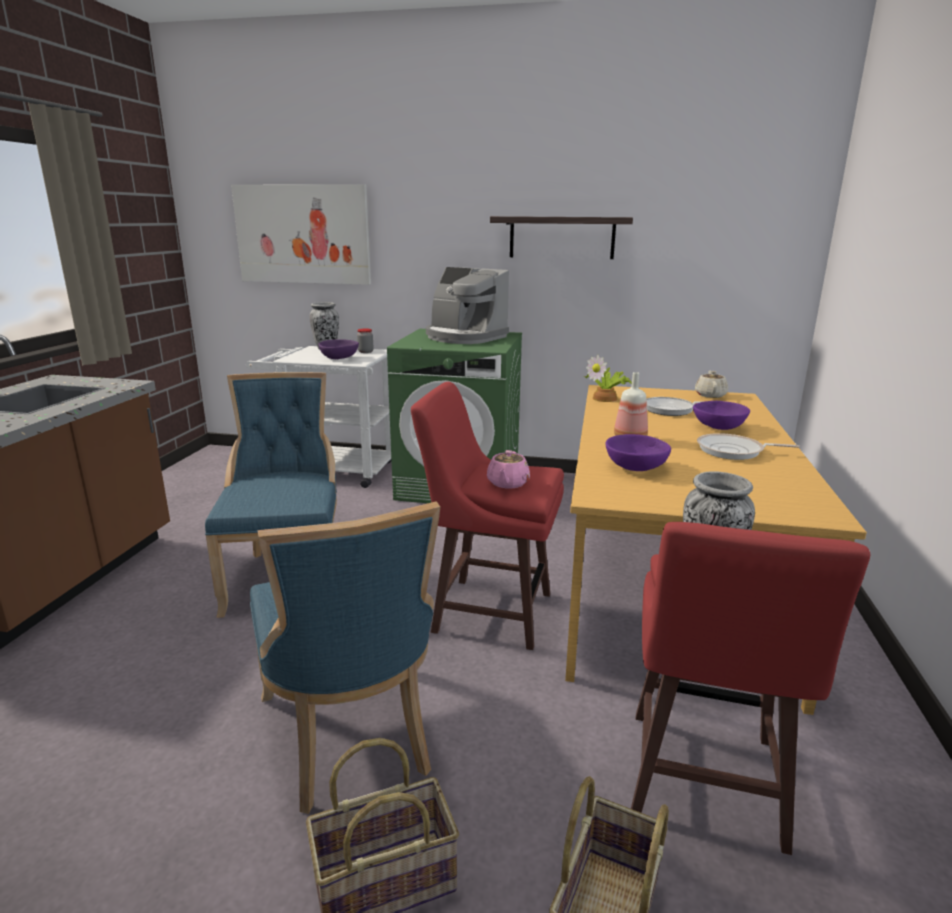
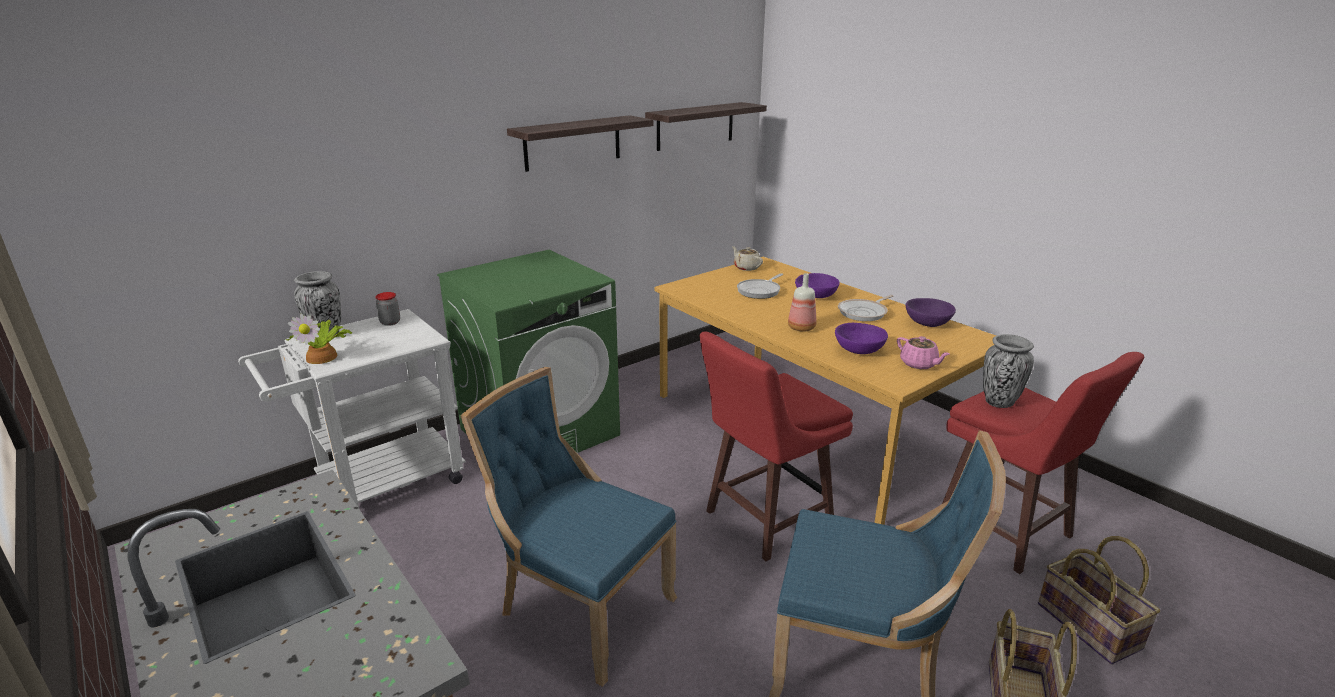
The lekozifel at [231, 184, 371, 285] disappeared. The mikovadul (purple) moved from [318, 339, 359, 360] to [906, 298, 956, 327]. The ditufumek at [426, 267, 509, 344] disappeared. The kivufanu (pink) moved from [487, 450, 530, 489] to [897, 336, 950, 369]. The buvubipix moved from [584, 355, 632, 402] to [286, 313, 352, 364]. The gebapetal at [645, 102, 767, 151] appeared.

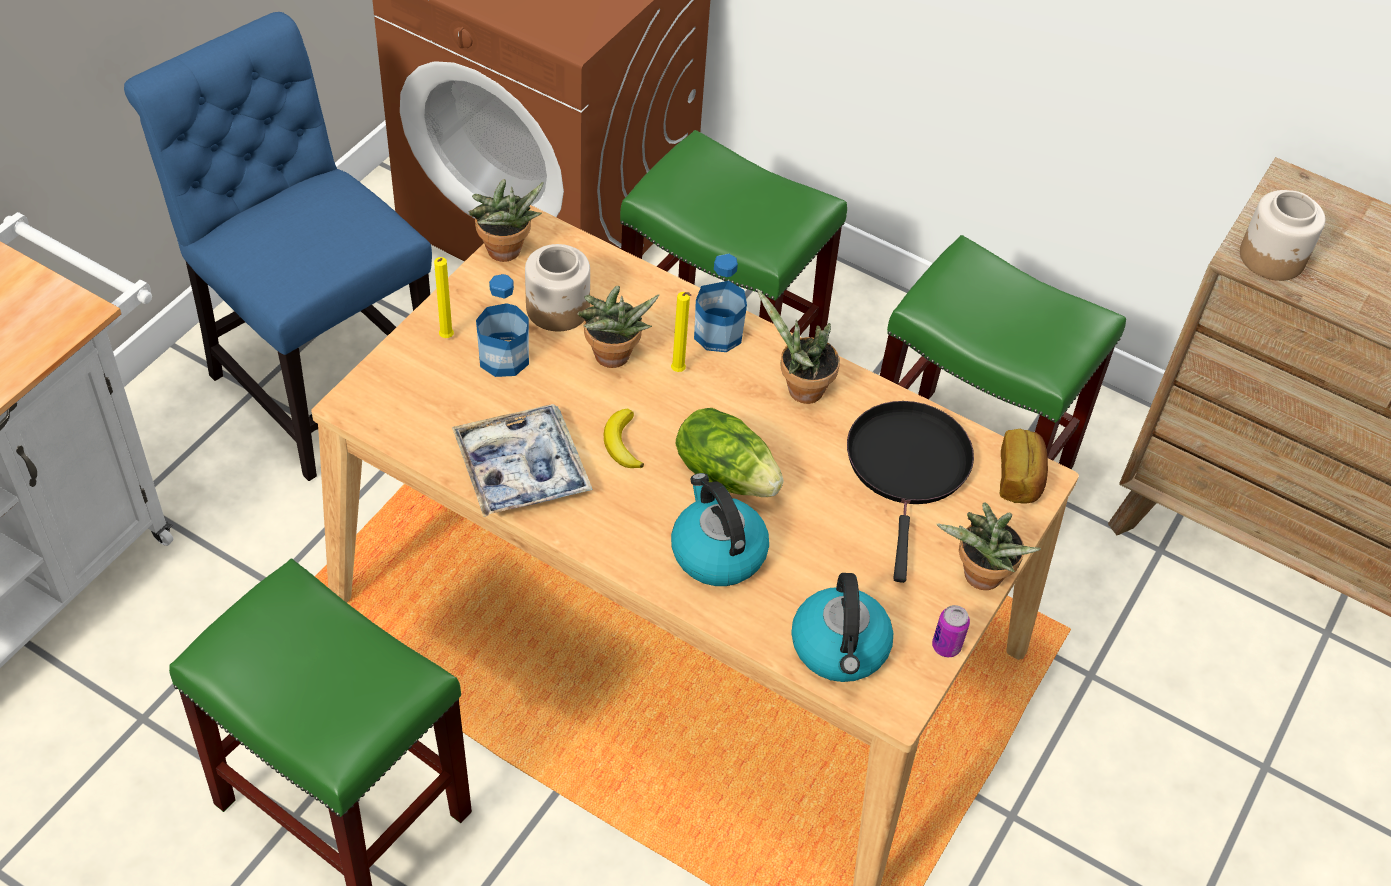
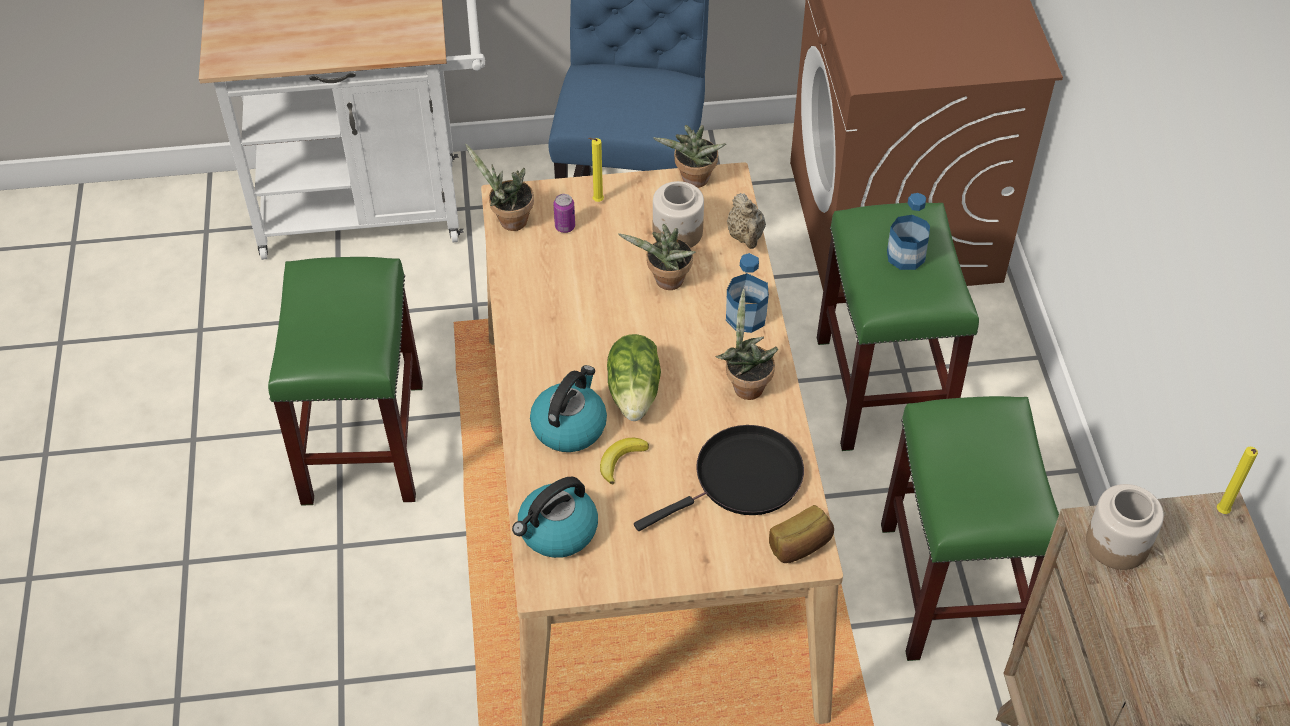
The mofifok at [452, 404, 593, 517] disappeared. The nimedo moved from [476, 274, 529, 377] to [887, 193, 930, 270]. The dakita moved from [604, 408, 644, 468] to [600, 438, 649, 484]. The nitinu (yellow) moved from [671, 292, 692, 372] to [1217, 447, 1258, 514]. The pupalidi moved from [932, 605, 970, 657] to [554, 194, 575, 233]. The buvubipix moved from [937, 502, 1041, 590] to [465, 143, 534, 231]. The kivufanu (beige) at [727, 193, 766, 249] appeared.

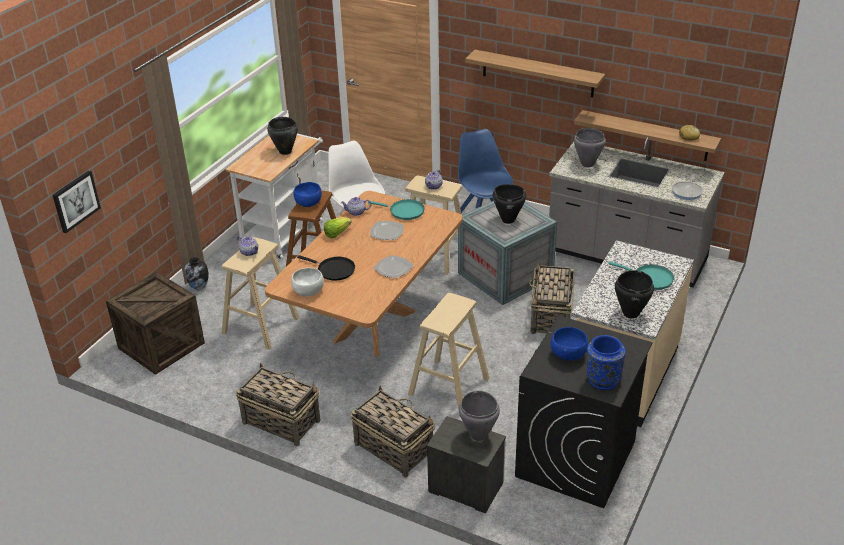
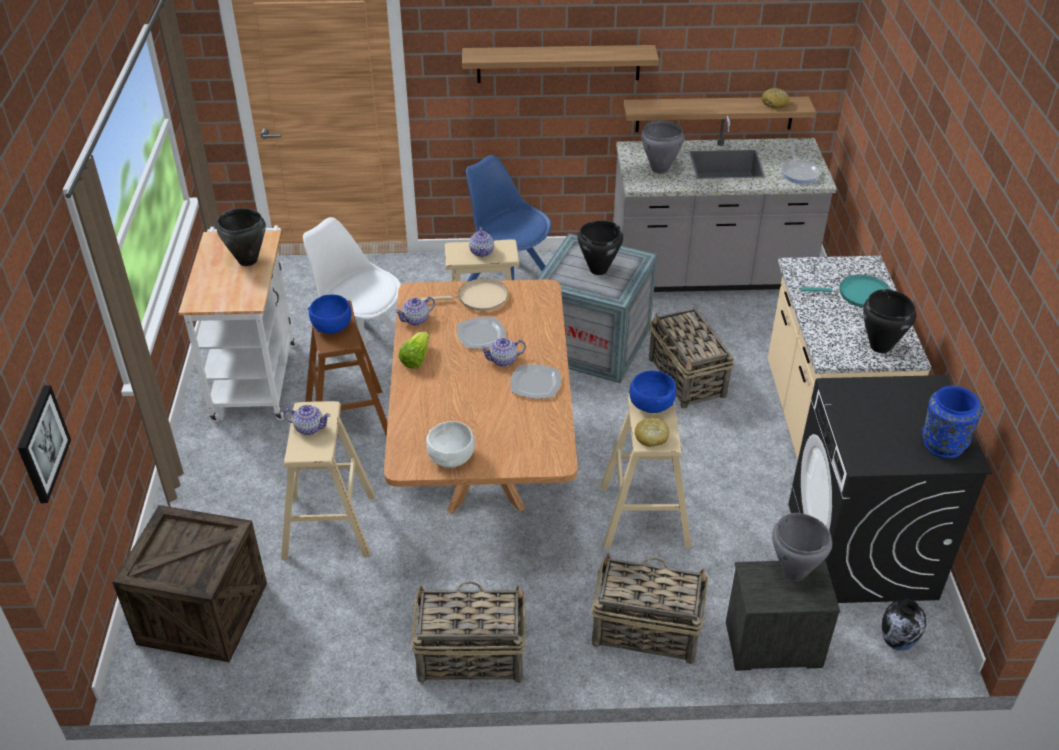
The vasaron moved from [184, 257, 209, 290] to [882, 599, 926, 651]. The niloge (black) at [297, 255, 355, 280] disappeared. The niloge (turquoise) at [368, 199, 425, 220] became the niloge (beige) at [421, 278, 508, 311]. The mikovadul (blue) moved from [550, 327, 588, 361] to [629, 371, 677, 413]. The kivufanu at [480, 338, 526, 367] appeared. The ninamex at [635, 417, 669, 447] appeared.

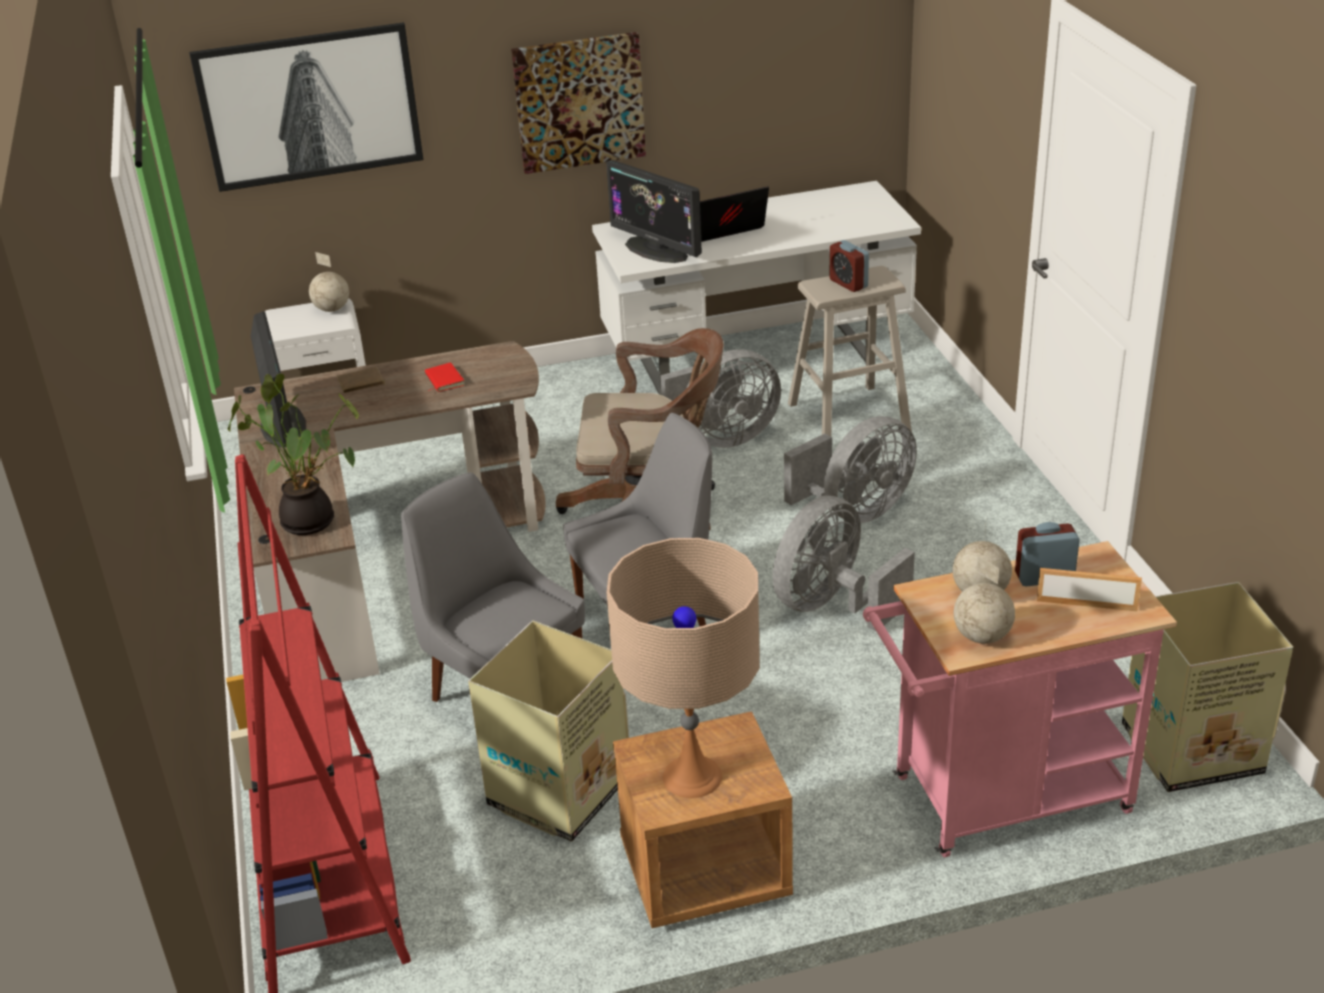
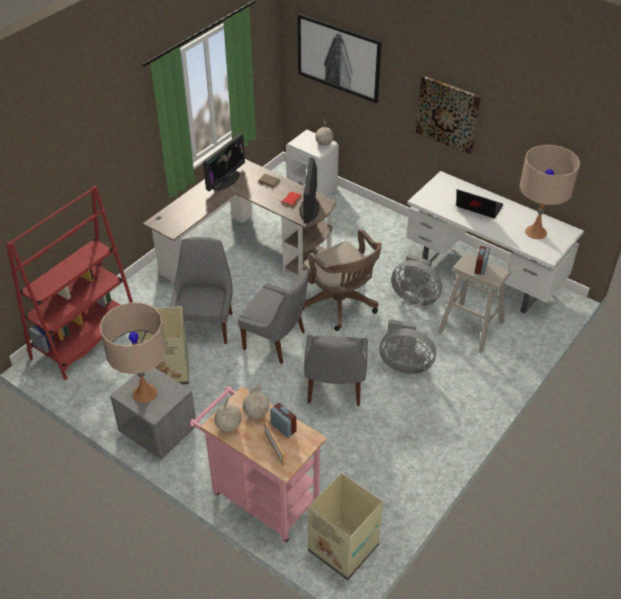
The buvubipix at [227, 374, 359, 535] disappeared. The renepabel moved from [606, 160, 702, 263] to [299, 157, 319, 223]. The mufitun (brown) at [613, 711, 793, 928] became the mufitun (grey) at [110, 368, 196, 459]. The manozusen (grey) at [772, 495, 915, 631] was replaced by the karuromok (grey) at [304, 335, 368, 406]. The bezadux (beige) at [519, 145, 580, 239] appeared.

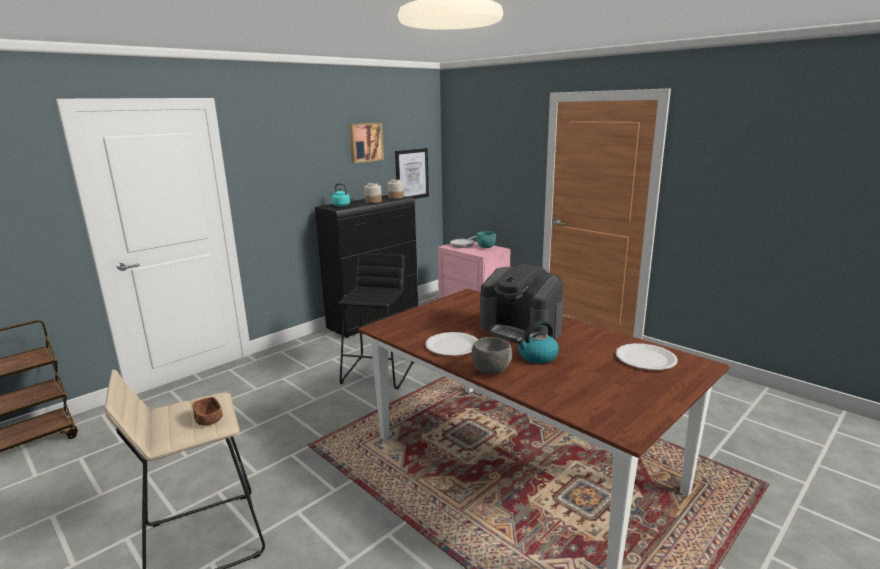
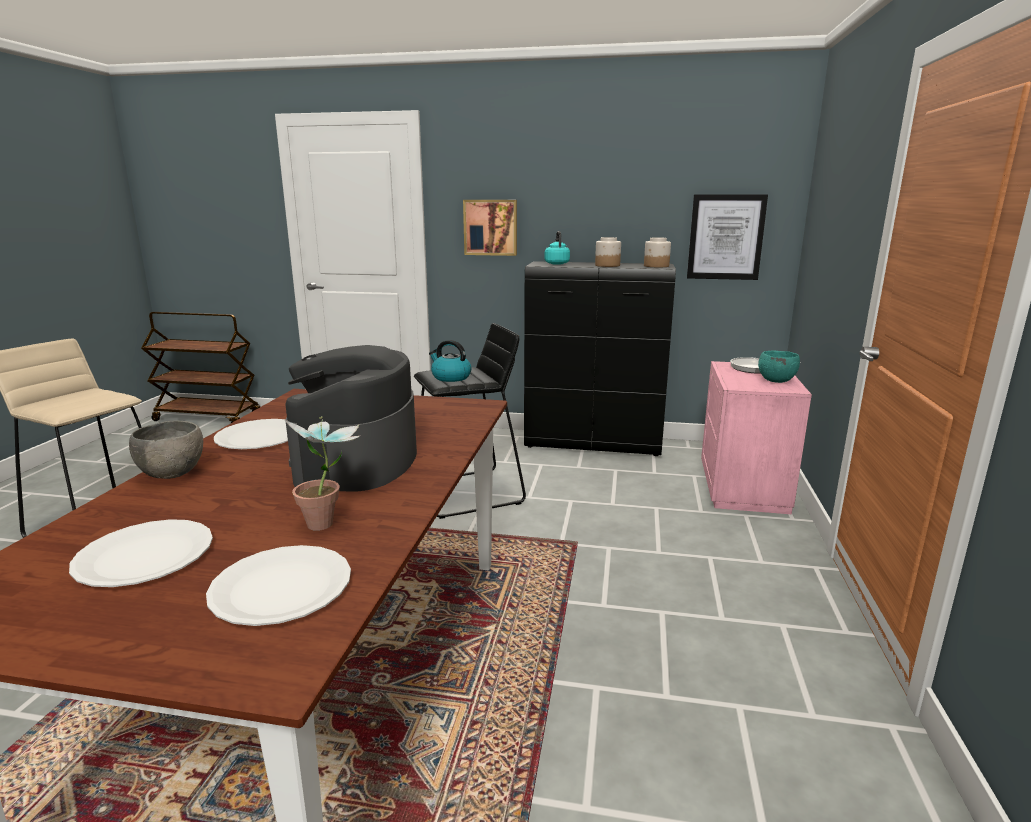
The mikovadul (brown) at [192, 397, 223, 425] disappeared. The lekozifel moved from [349, 123, 384, 163] to [463, 200, 517, 256]. The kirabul moved from [516, 320, 559, 364] to [429, 340, 472, 382]. The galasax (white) at [69, 519, 213, 587] appeared. The buvubipix at [285, 416, 361, 531] appeared.

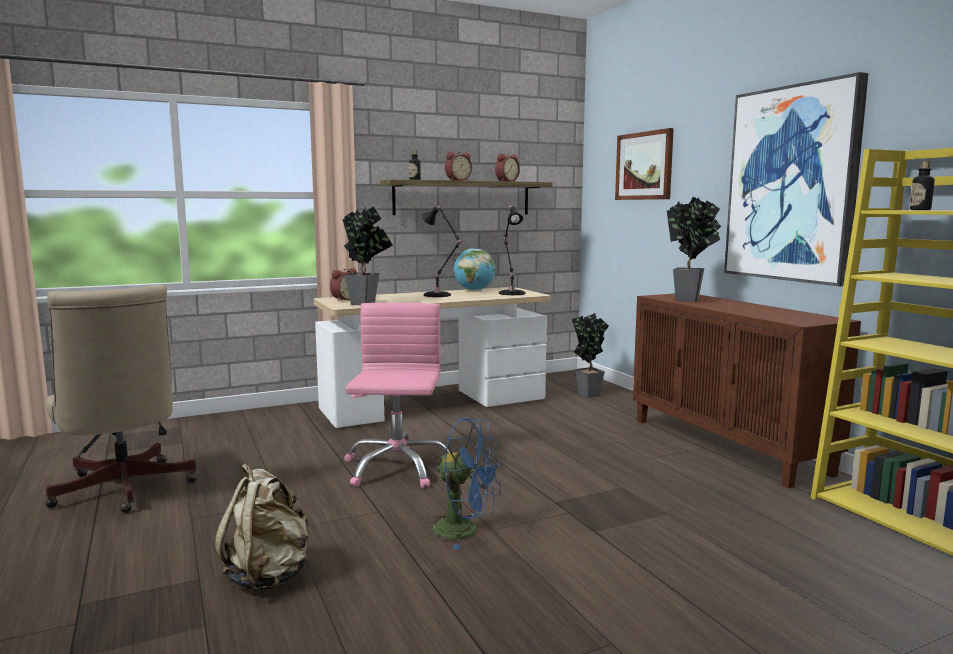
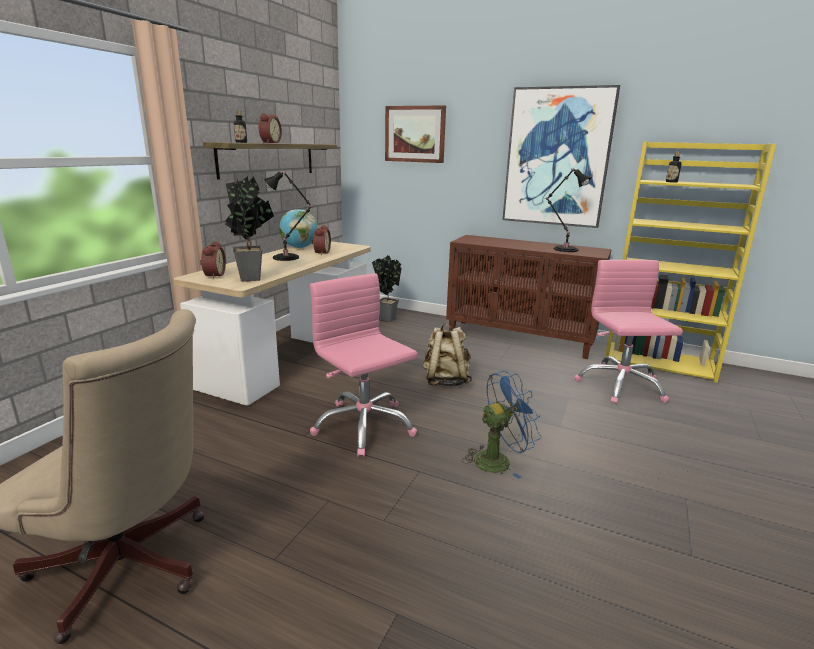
The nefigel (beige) moved from [214, 463, 310, 590] to [423, 323, 472, 387]. The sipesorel moved from [495, 154, 520, 181] to [312, 225, 331, 255]. The bezadux (black) moved from [499, 206, 525, 295] to [544, 168, 592, 252]. The buvubipix at [667, 197, 721, 302] disappeared. The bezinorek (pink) at [574, 260, 683, 404] appeared.

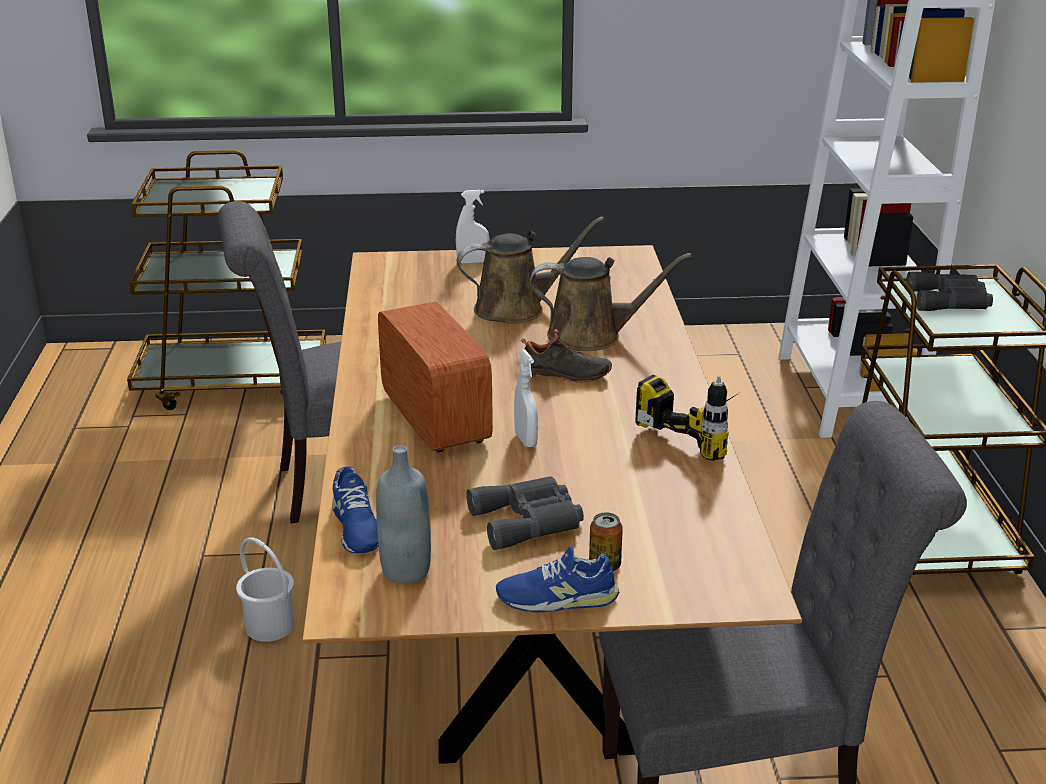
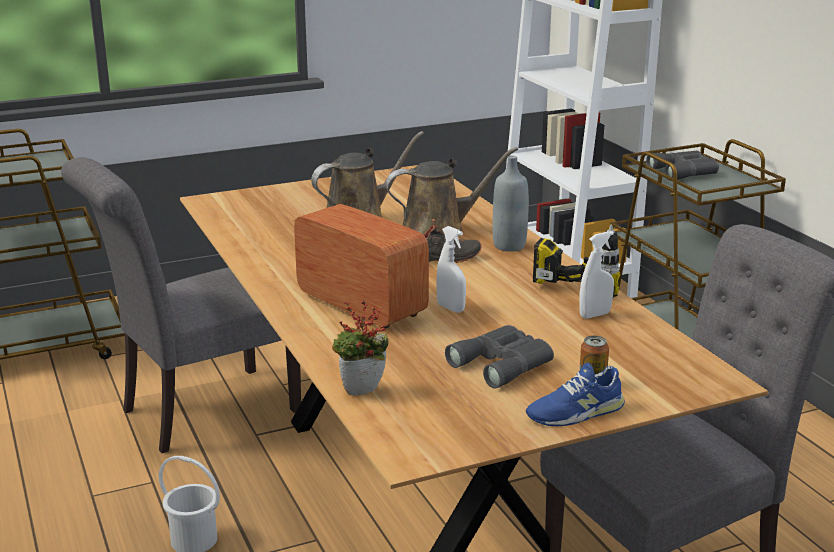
The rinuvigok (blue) at [332, 466, 379, 553] was replaced by the buvubipix at [332, 299, 388, 395]. The nimedo (grey) moved from [376, 446, 431, 583] to [493, 156, 529, 252]. The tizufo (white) moved from [456, 190, 489, 264] to [579, 231, 614, 319].

